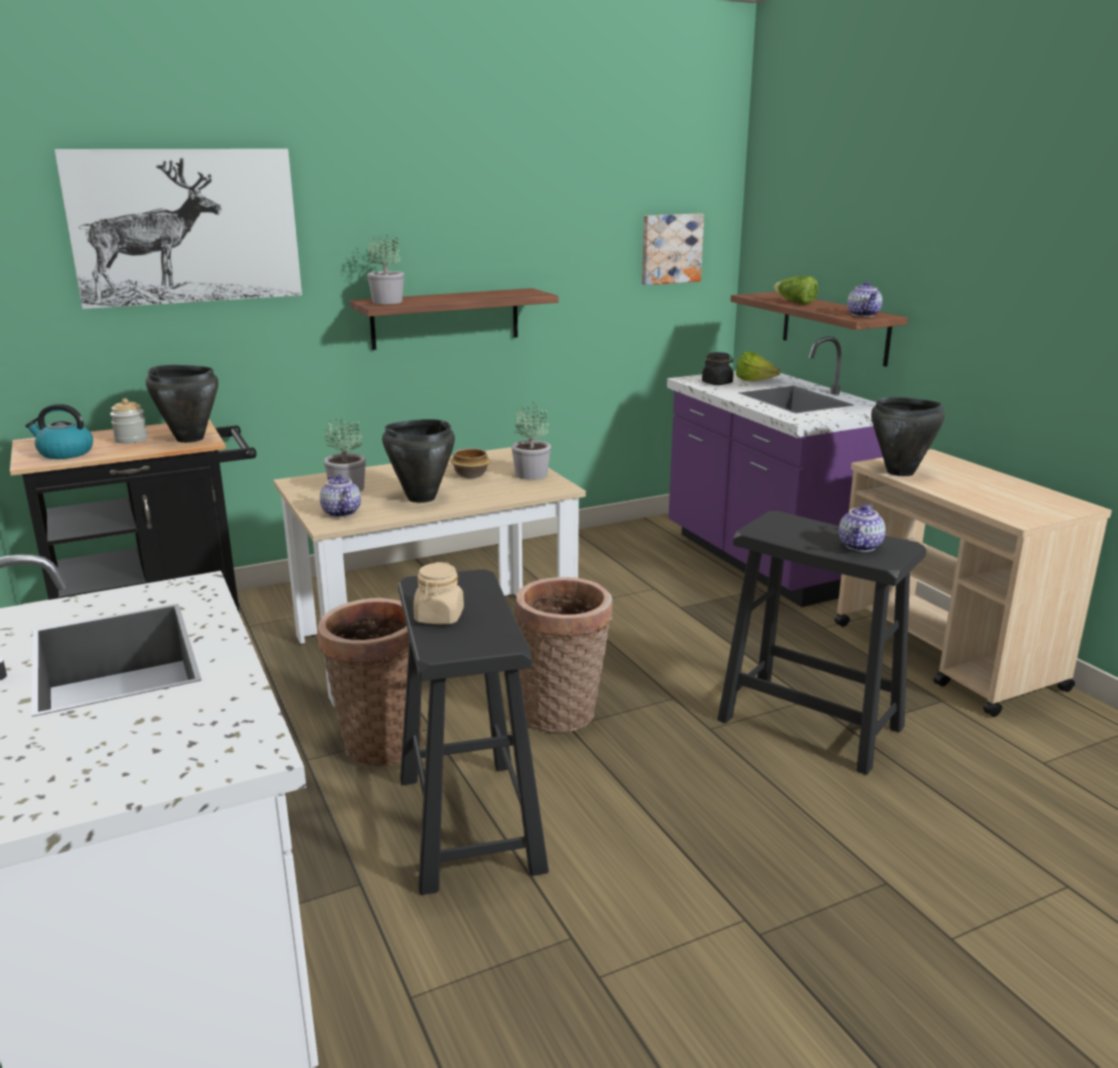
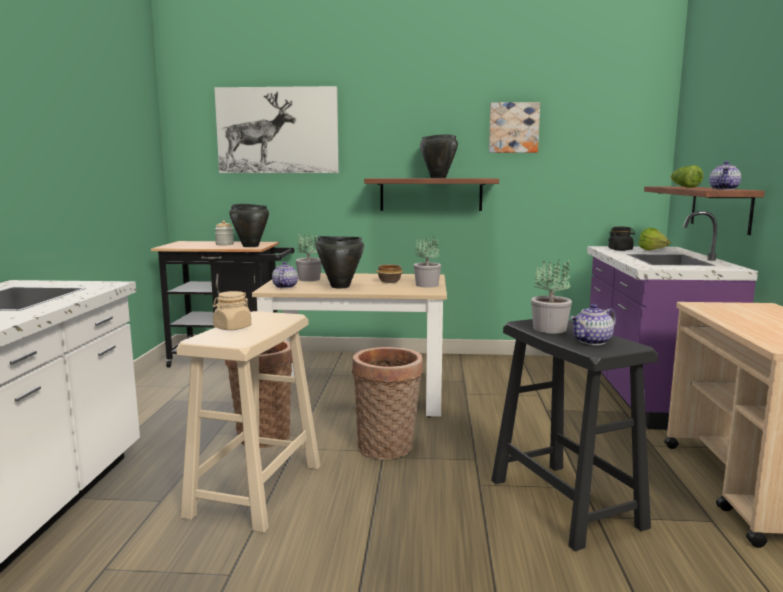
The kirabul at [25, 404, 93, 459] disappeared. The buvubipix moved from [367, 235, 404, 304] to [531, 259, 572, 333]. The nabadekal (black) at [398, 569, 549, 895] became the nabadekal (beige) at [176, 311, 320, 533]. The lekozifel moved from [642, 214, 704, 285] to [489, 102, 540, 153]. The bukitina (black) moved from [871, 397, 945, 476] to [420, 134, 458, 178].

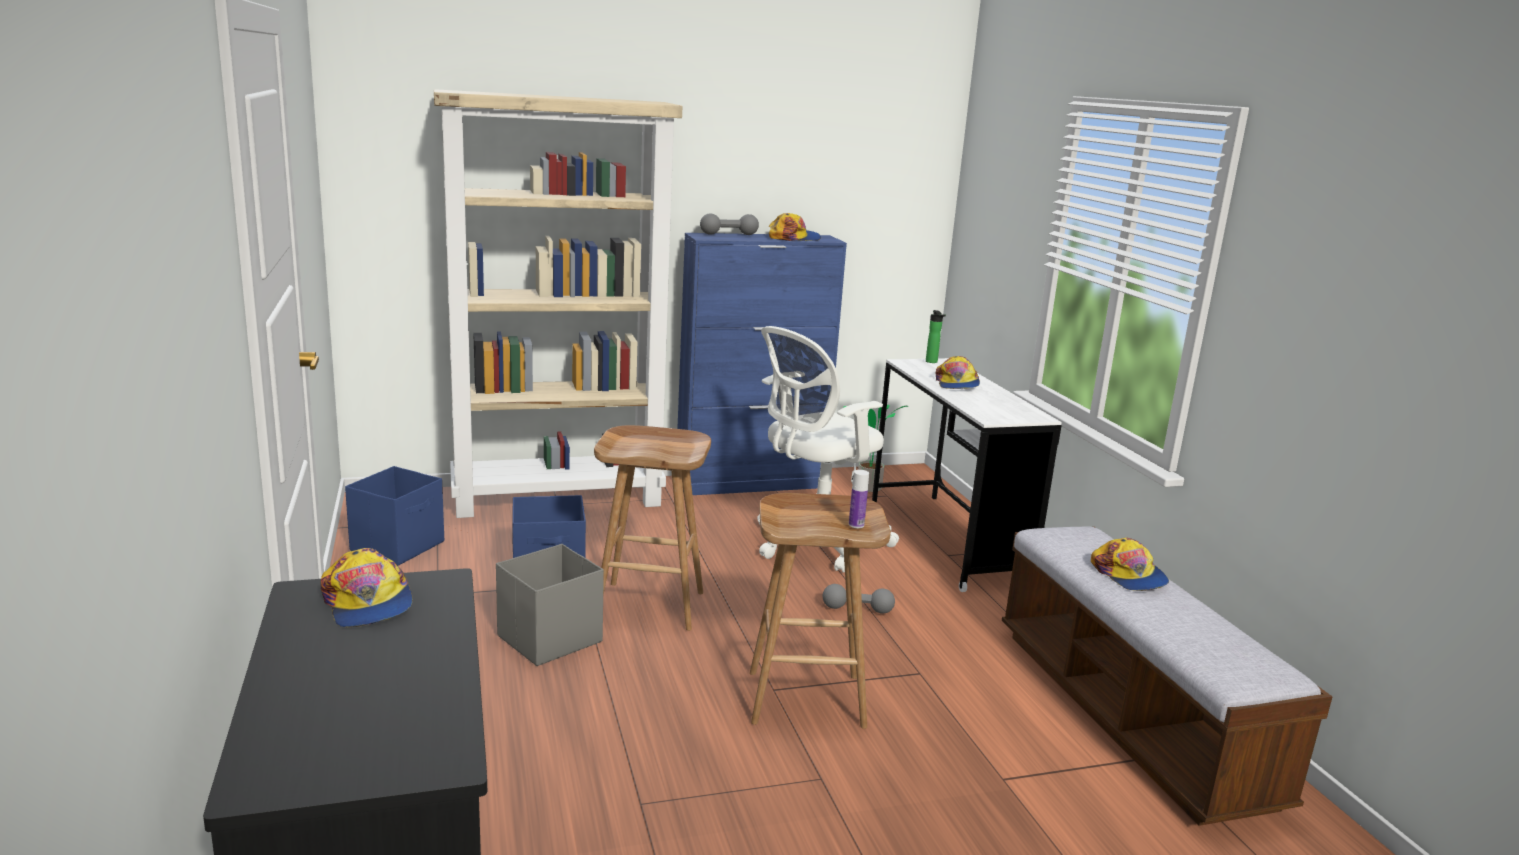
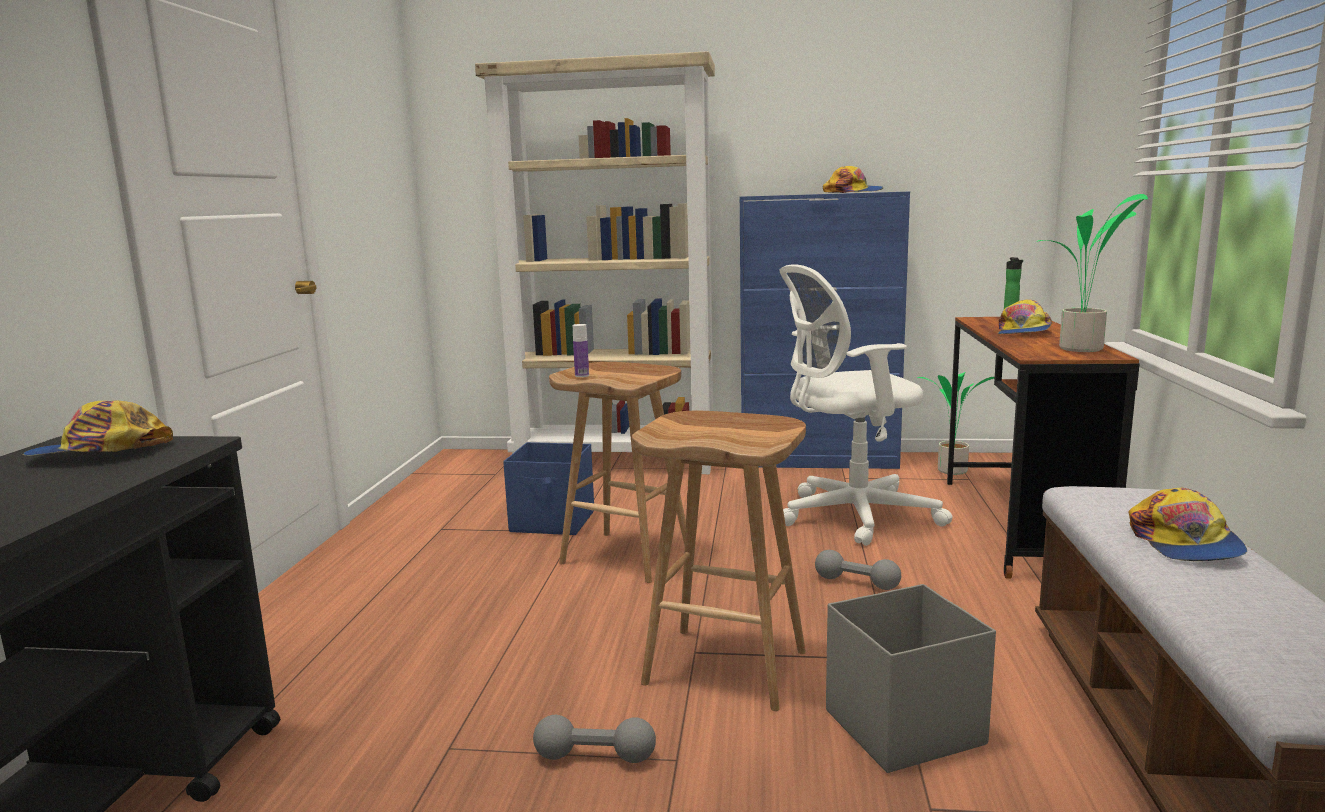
The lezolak at [321, 548, 412, 627] turned 90 degrees clockwise. The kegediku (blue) at [345, 466, 444, 566] disappeared. The kegediku (grey) moved from [496, 544, 604, 666] to [826, 584, 996, 773]. The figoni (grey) moved from [700, 213, 759, 235] to [533, 715, 656, 763]. The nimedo moved from [849, 470, 869, 528] to [573, 324, 589, 377]. The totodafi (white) at [872, 358, 1062, 592] became the totodafi (brown) at [947, 317, 1139, 579]. The buvubipix at [1036, 194, 1148, 352] appeared.

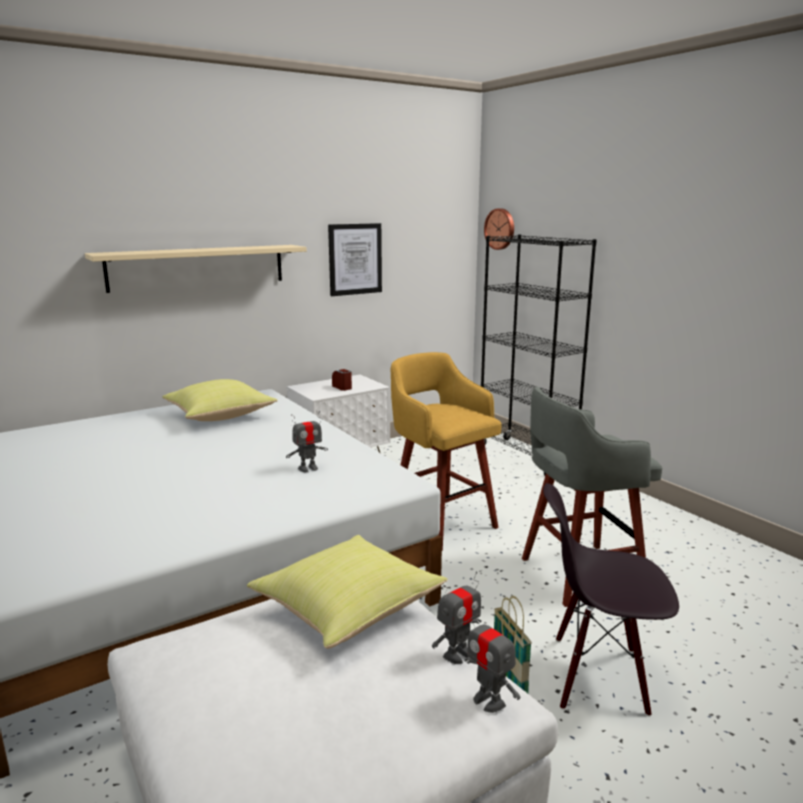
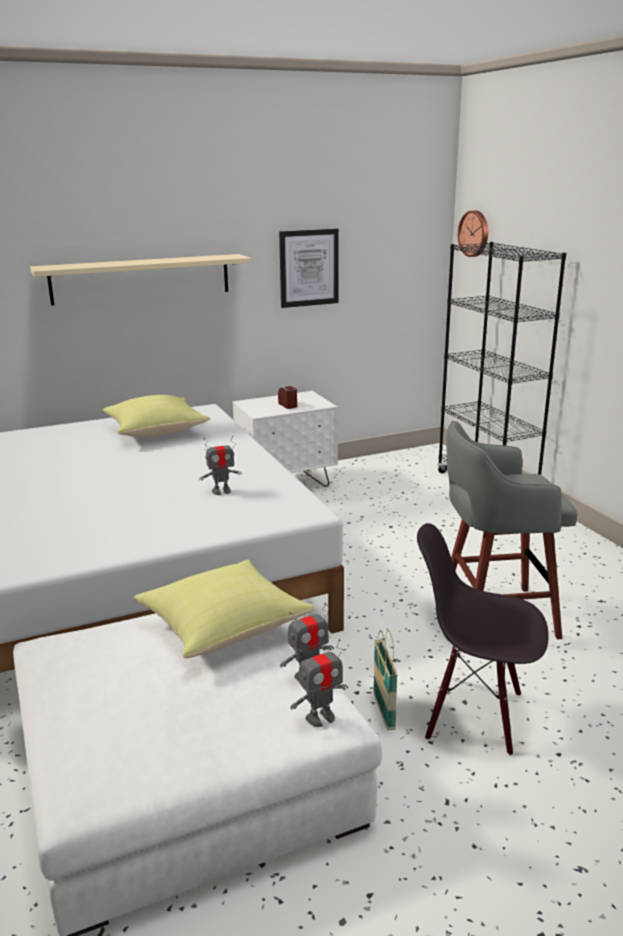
The nabadekal (yellow) at [391, 352, 502, 551] disappeared. The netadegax at [465, 606, 520, 713] turned 90 degrees counterclockwise.

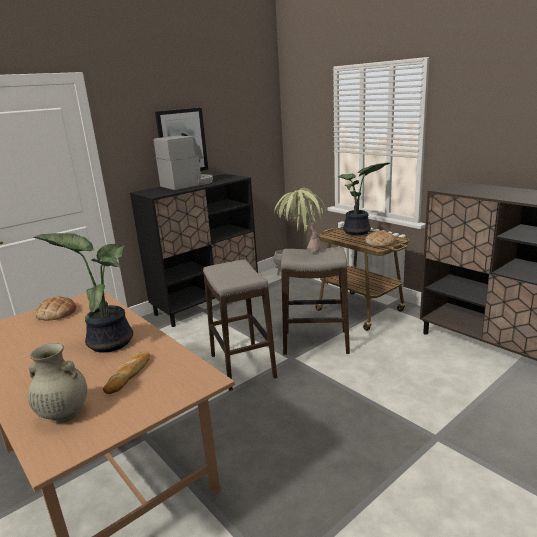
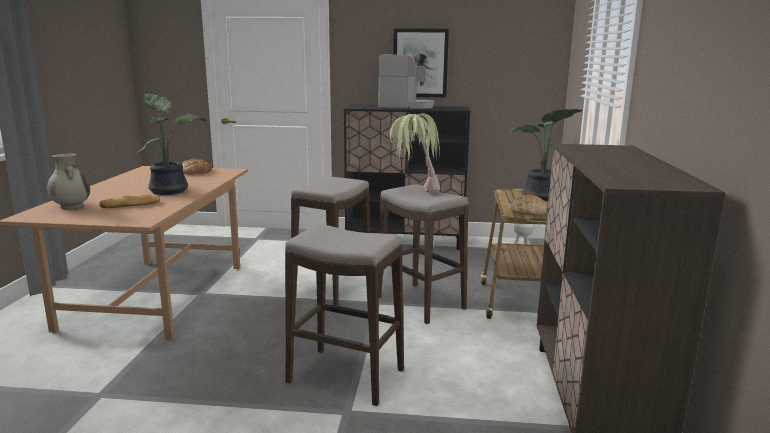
The nabadekal at [285, 224, 404, 406] appeared.

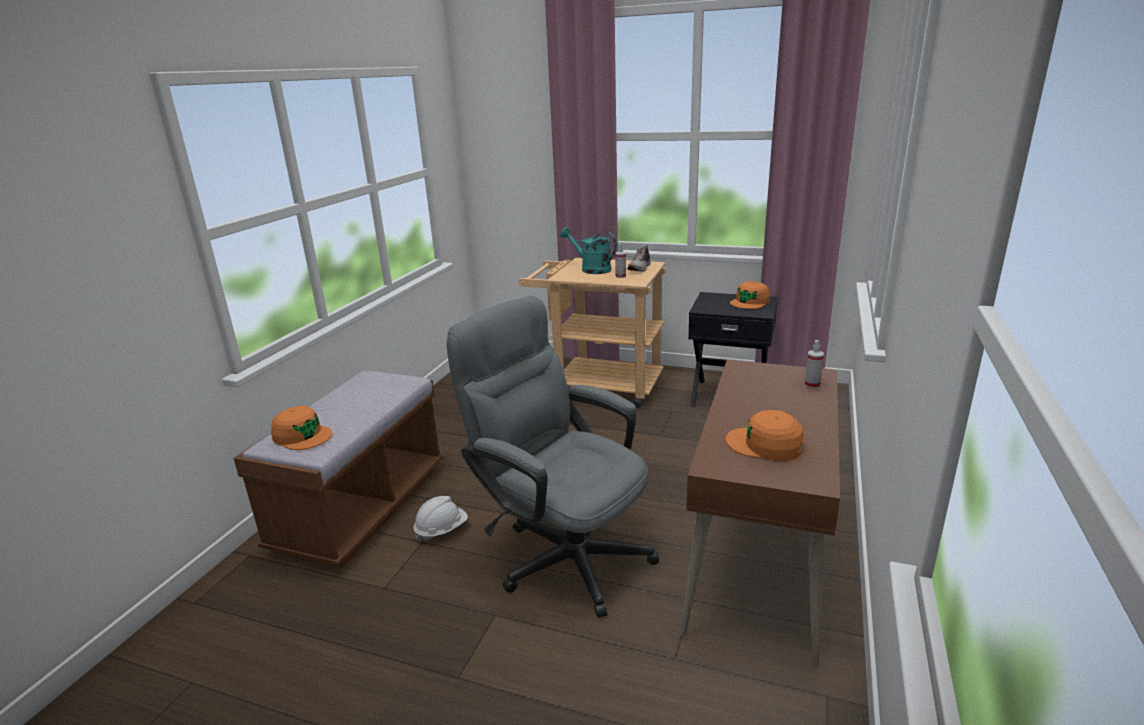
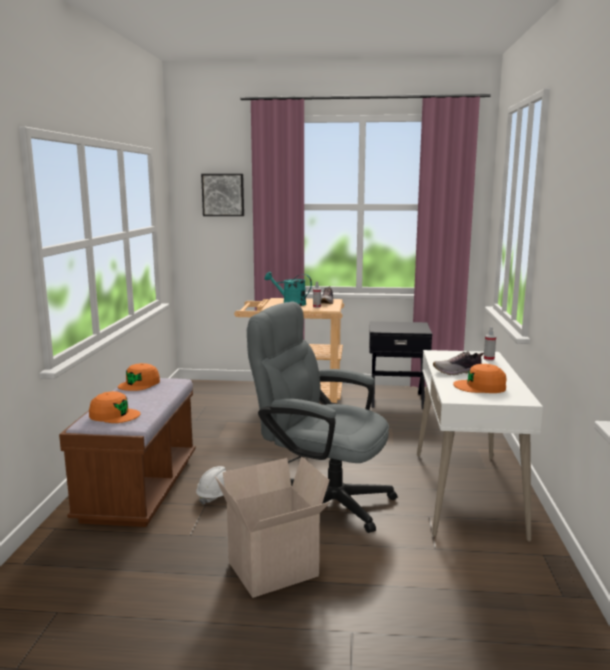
The totodafi (brown) at [680, 360, 840, 668] became the totodafi (white) at [417, 350, 543, 542]. The lezolak (orange) moved from [730, 281, 770, 309] to [118, 363, 160, 391]. The lekozifel at [201, 174, 244, 216] appeared. The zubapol at [215, 457, 330, 598] appeared. The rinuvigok at [433, 351, 484, 375] appeared.

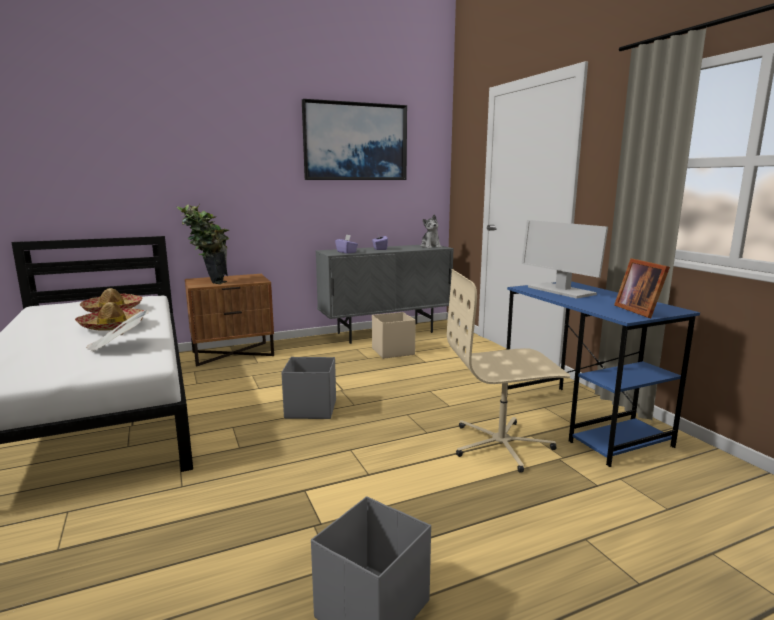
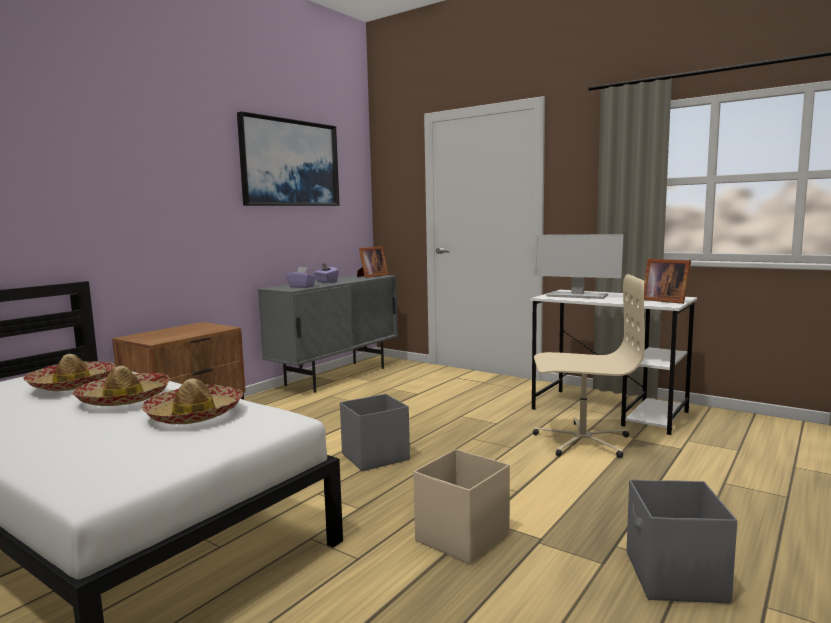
The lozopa at [86, 310, 149, 352] was replaced by the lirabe at [142, 379, 243, 424]. The buvubipix at [177, 204, 229, 284] disappeared. The kegediku (beige) moved from [372, 312, 416, 359] to [413, 449, 510, 564]. The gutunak at [421, 214, 442, 248] was replaced by the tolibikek at [357, 246, 388, 278]. The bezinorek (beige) at [447, 269, 570, 473] turned 135 degrees counterclockwise. The totodafi (blue) at [507, 281, 700, 467] became the totodafi (white) at [530, 290, 697, 435].

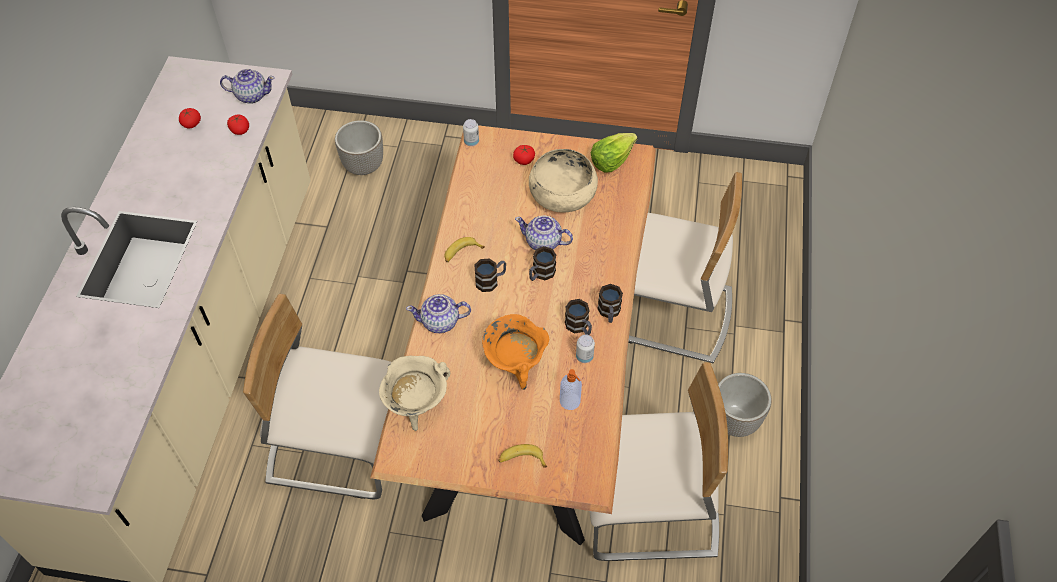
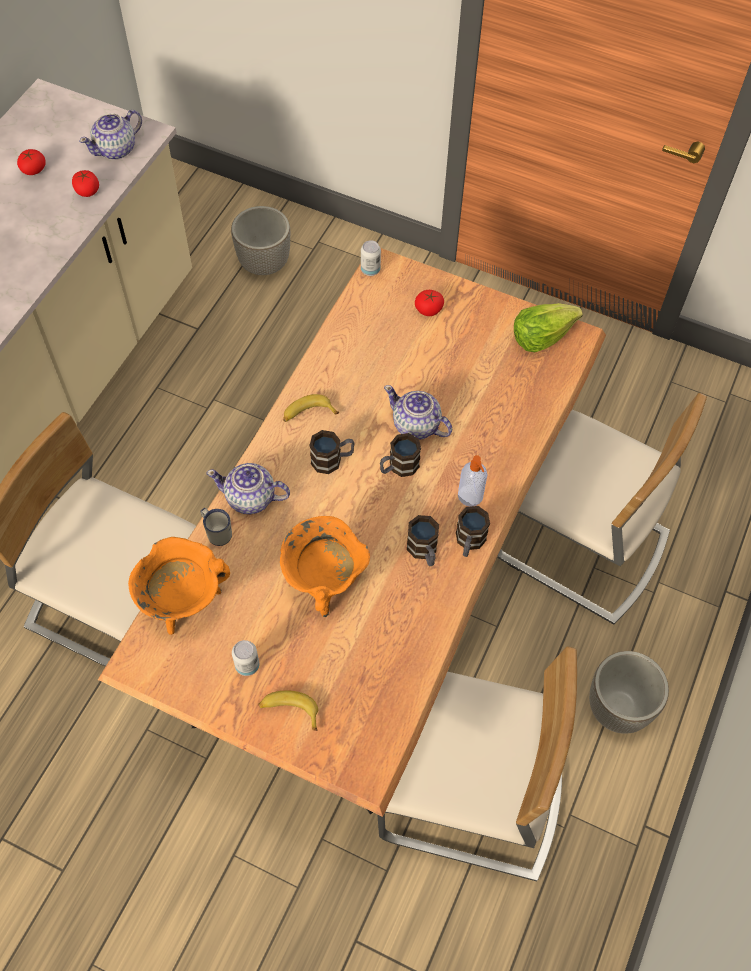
The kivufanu at [220, 69, 275, 104] turned 120 degrees clockwise. The bukitina (beige) at [379, 356, 450, 431] became the bukitina (orange) at [128, 537, 230, 635]. The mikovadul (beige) at [529, 149, 598, 213] disappeared. The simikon moved from [560, 369, 582, 410] to [458, 455, 488, 507]. The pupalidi moved from [576, 334, 595, 363] to [232, 640, 259, 676]. The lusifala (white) at [200, 508, 232, 546] appeared.

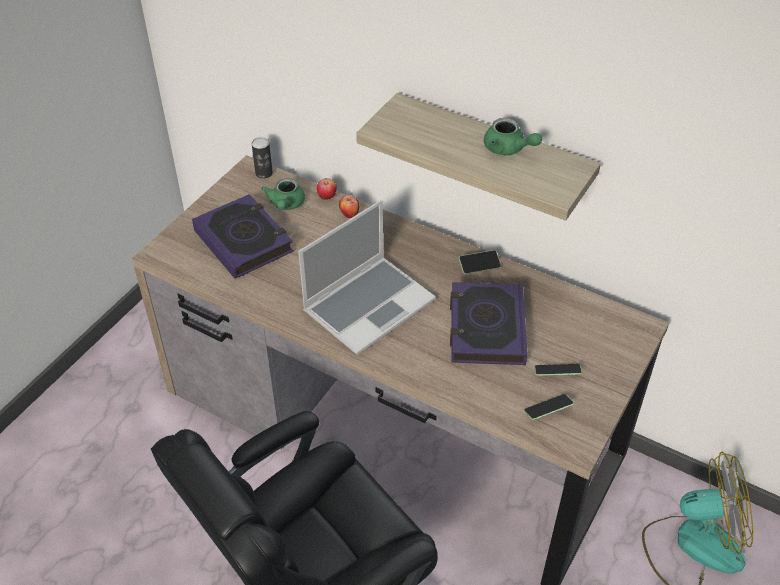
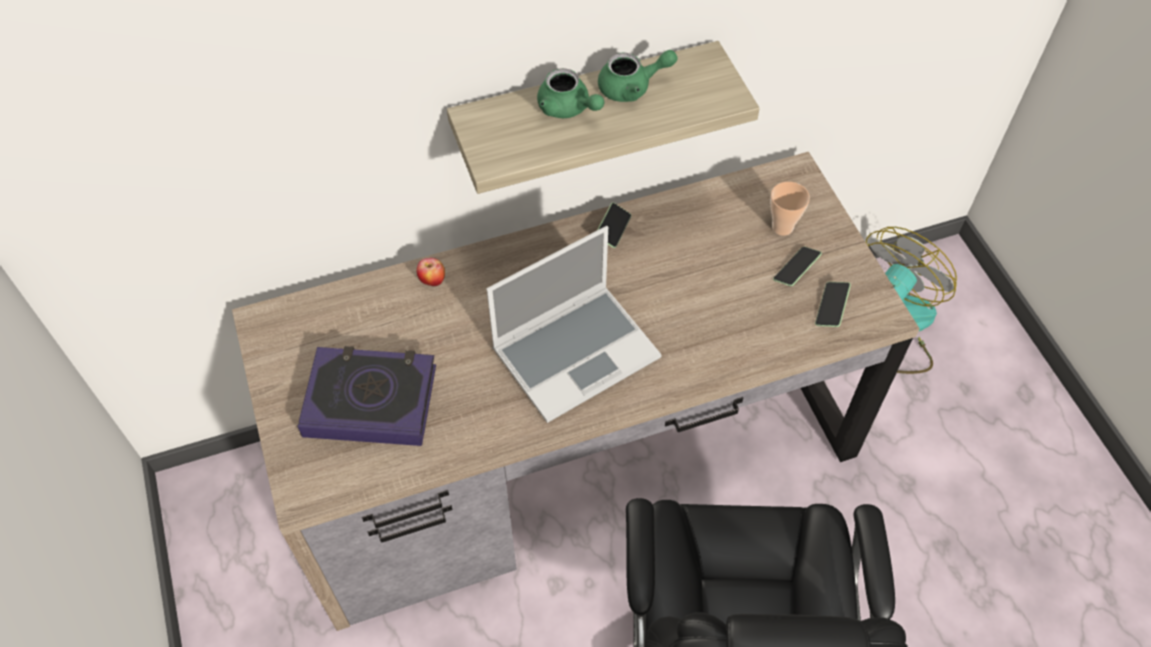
The pupalidi at [252, 137, 273, 179] disappeared. The kivufanu (green) moved from [261, 178, 305, 210] to [537, 68, 605, 118]. The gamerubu at [298, 200, 436, 355] turned 60 degrees clockwise. The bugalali at [317, 178, 337, 200] disappeared. The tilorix at [450, 282, 528, 365] disappeared. The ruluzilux at [770, 182, 810, 236] appeared.

